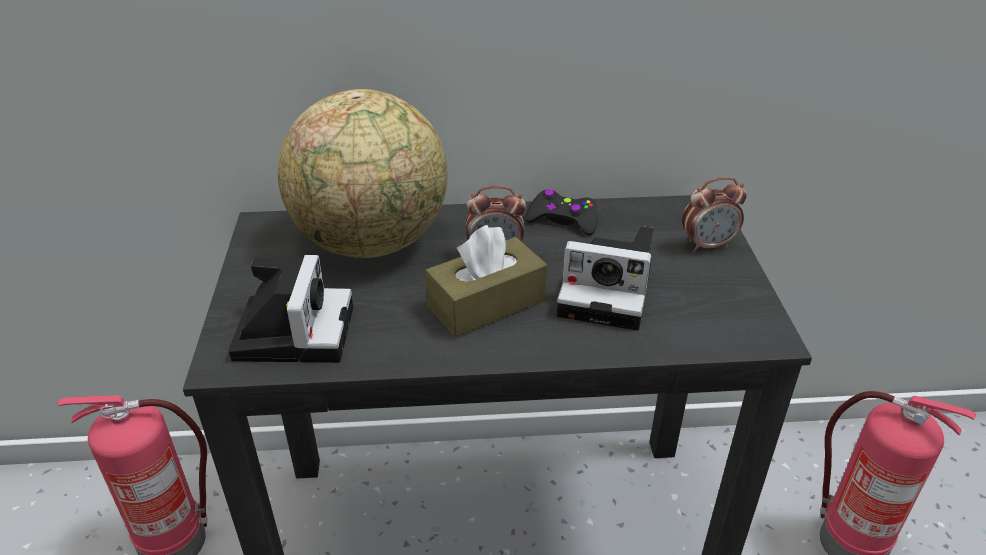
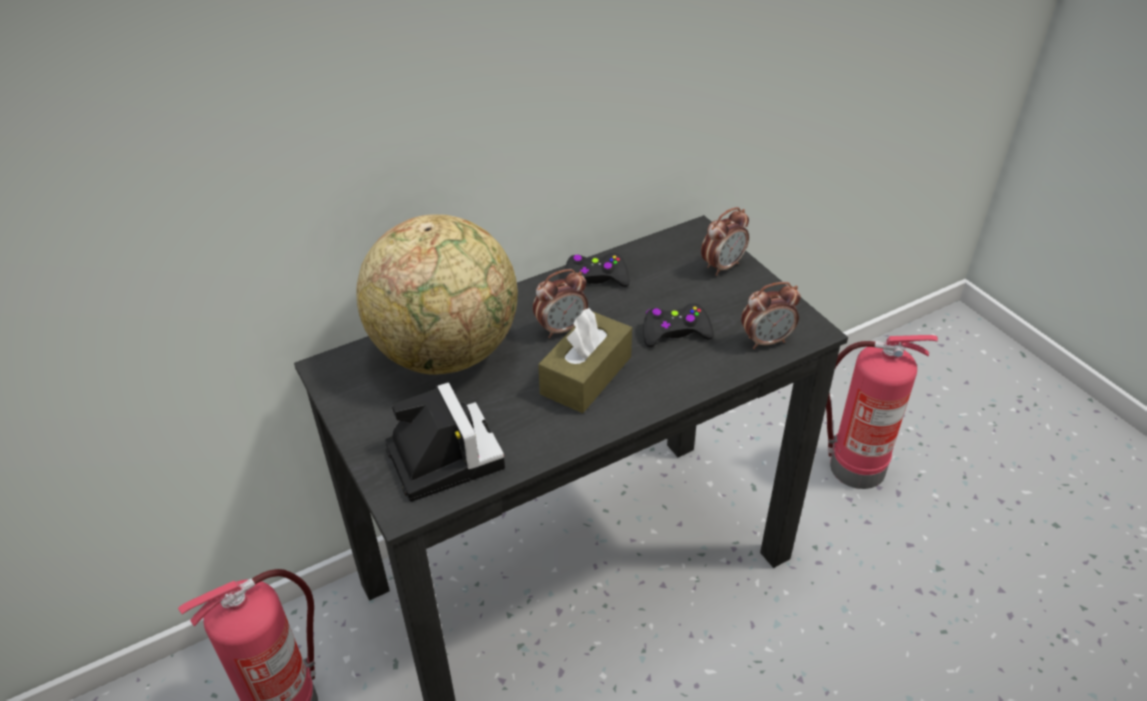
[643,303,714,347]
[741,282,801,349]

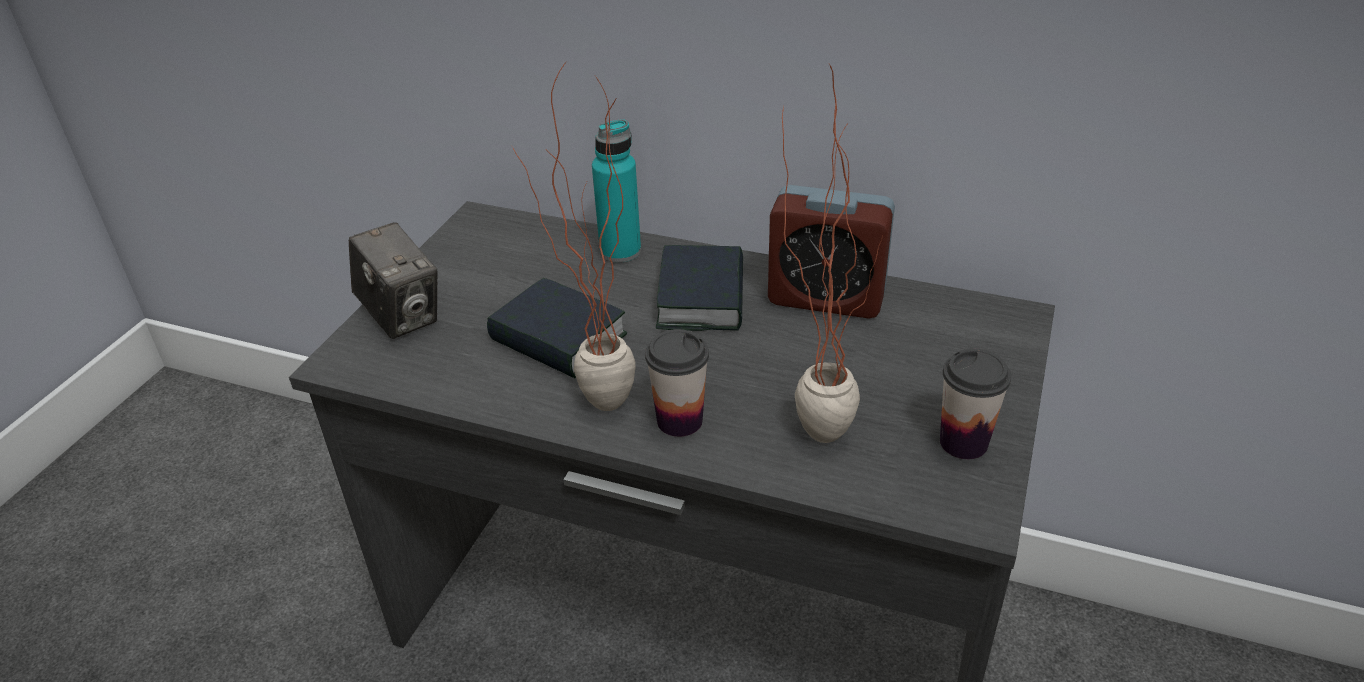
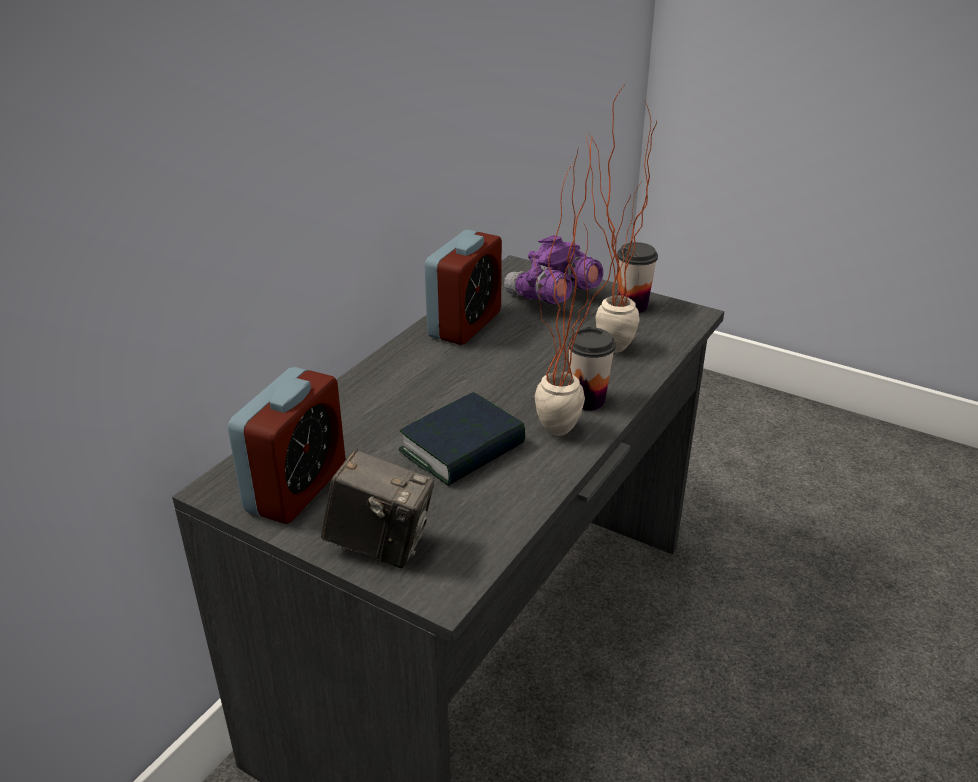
[321,449,434,568]
[592,119,641,263] (first image)
[656,245,743,331] (first image)
[228,367,345,524]
[504,235,603,304]

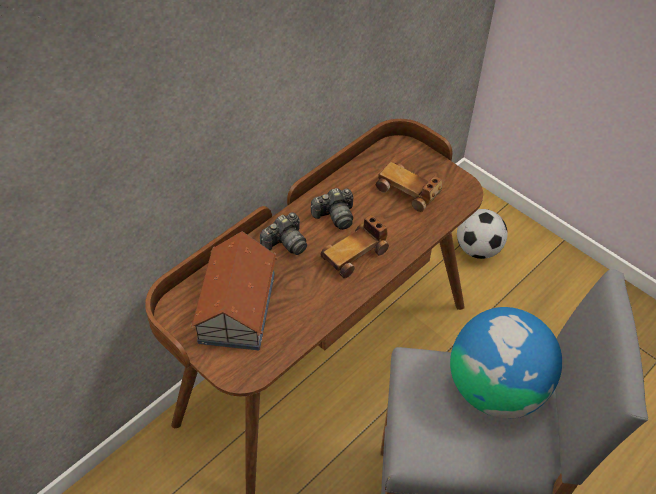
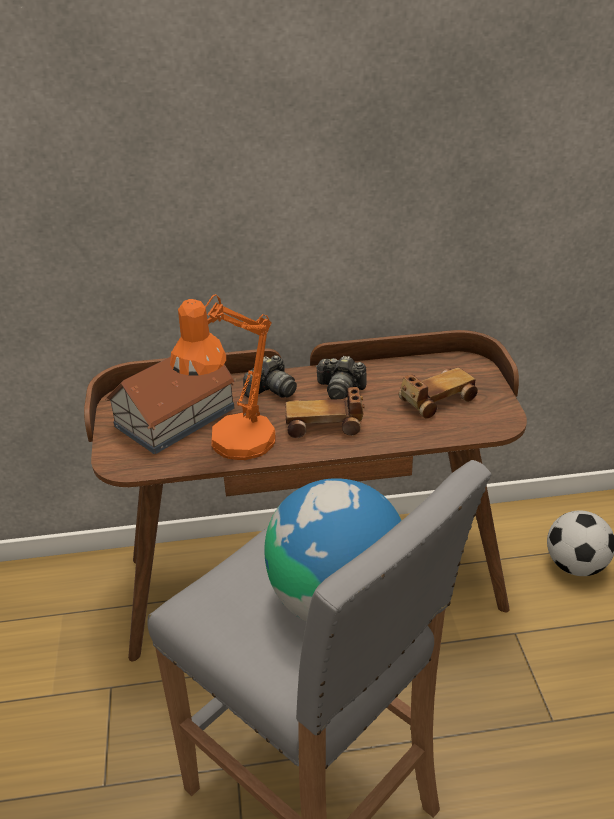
[243,355,297,398]
[399,368,478,419]
[170,294,276,460]

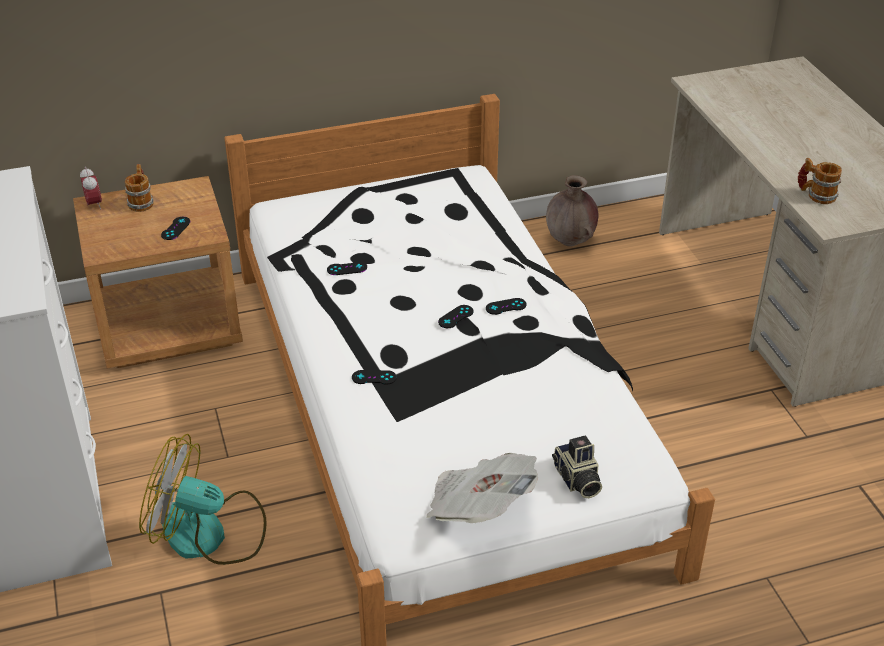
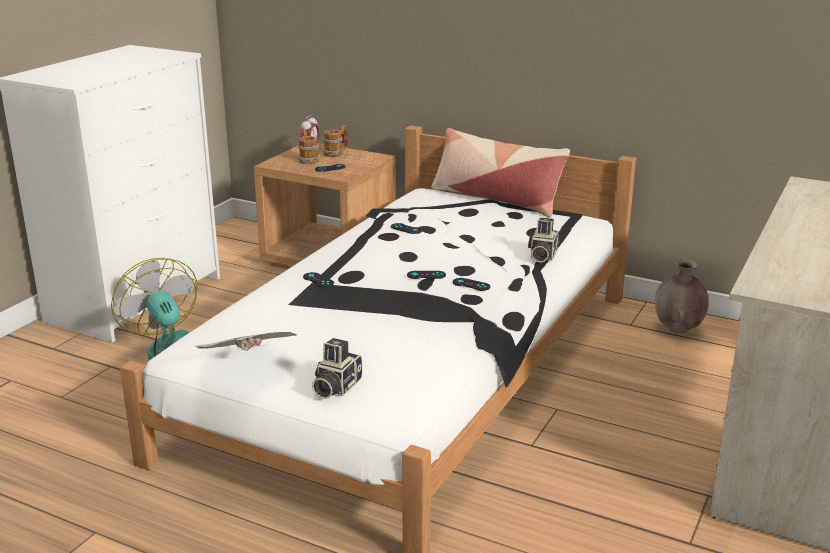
[298,130,319,164]
[431,128,570,218]
[528,218,559,262]

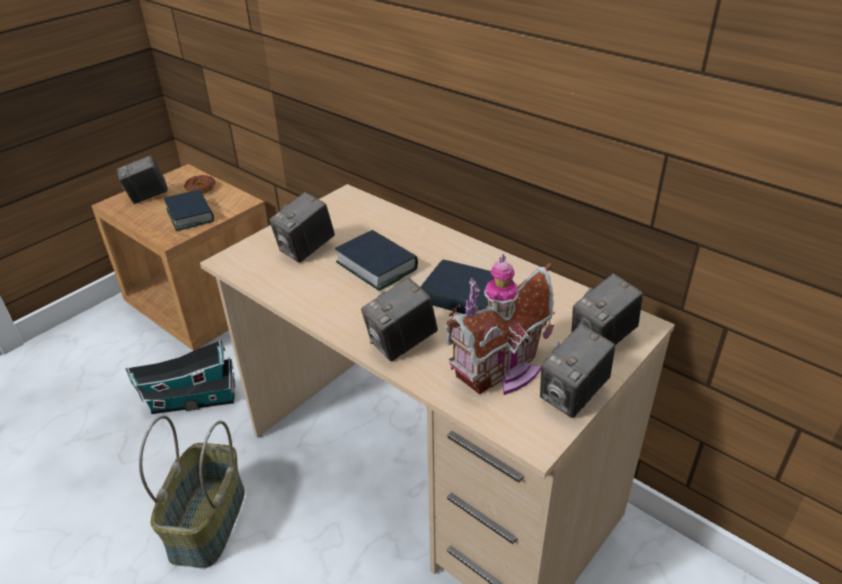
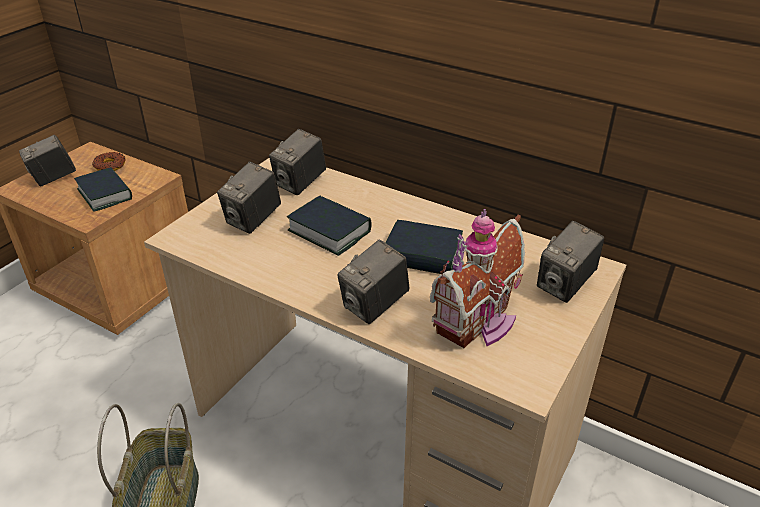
[125,340,236,414] (first image)
[269,129,326,195]

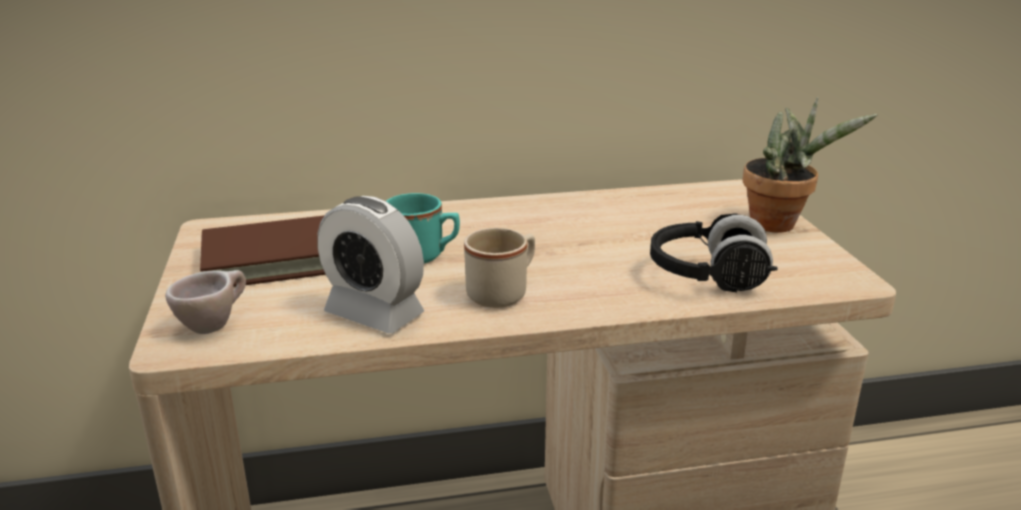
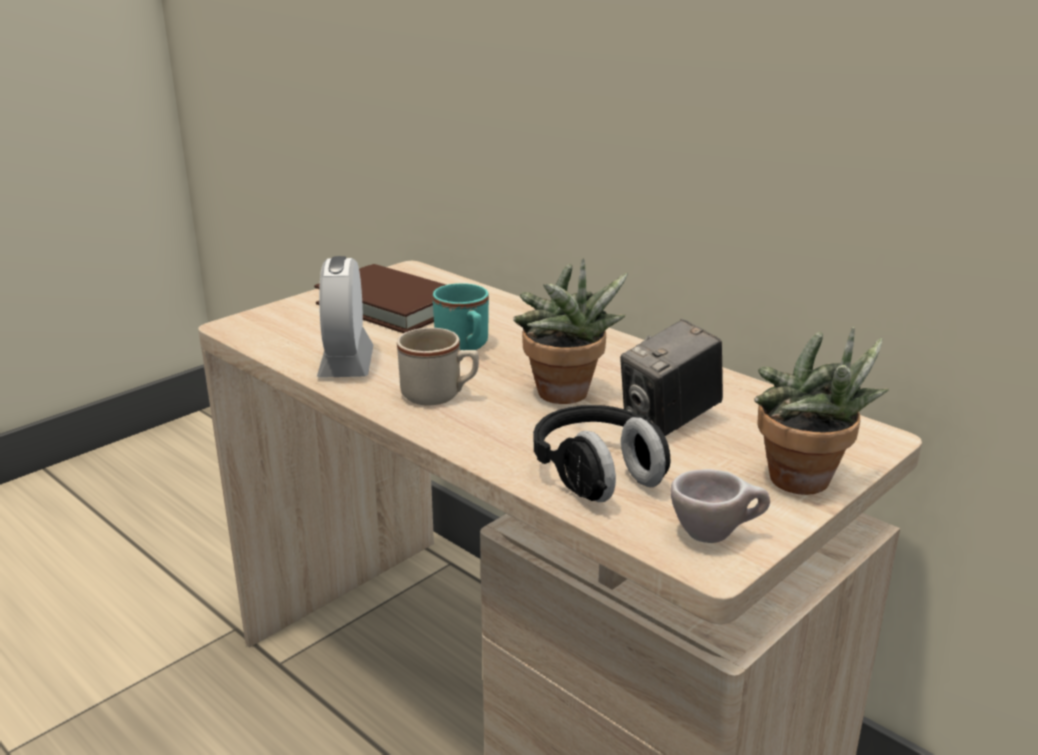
[671,469,770,543]
[513,258,628,404]
[620,319,723,436]

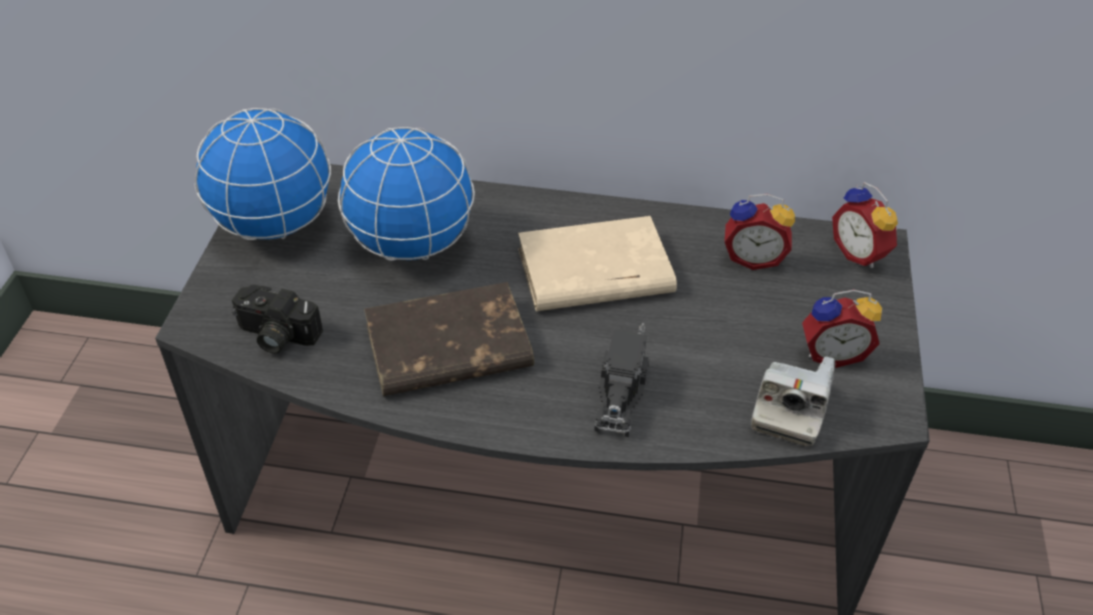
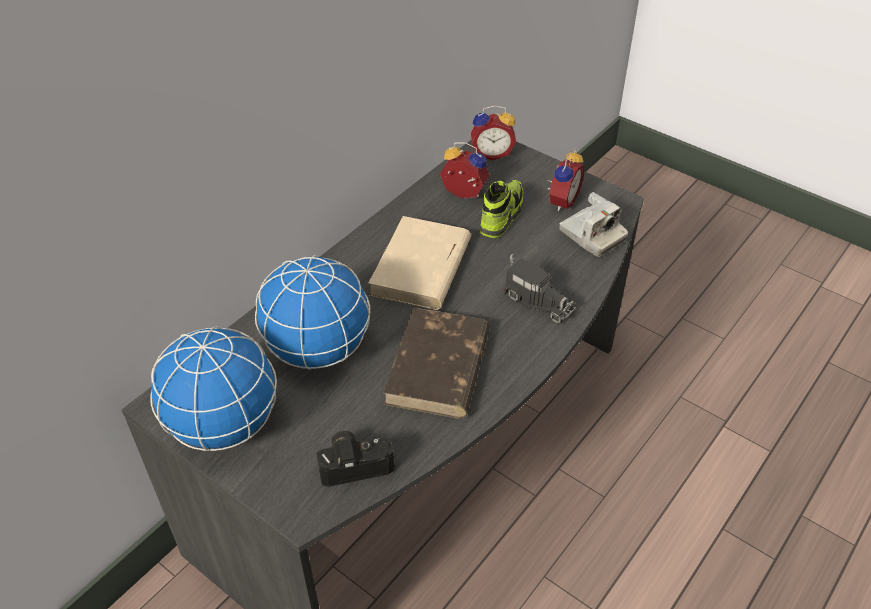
[317,431,395,487]
[440,143,490,198]
[480,180,524,238]

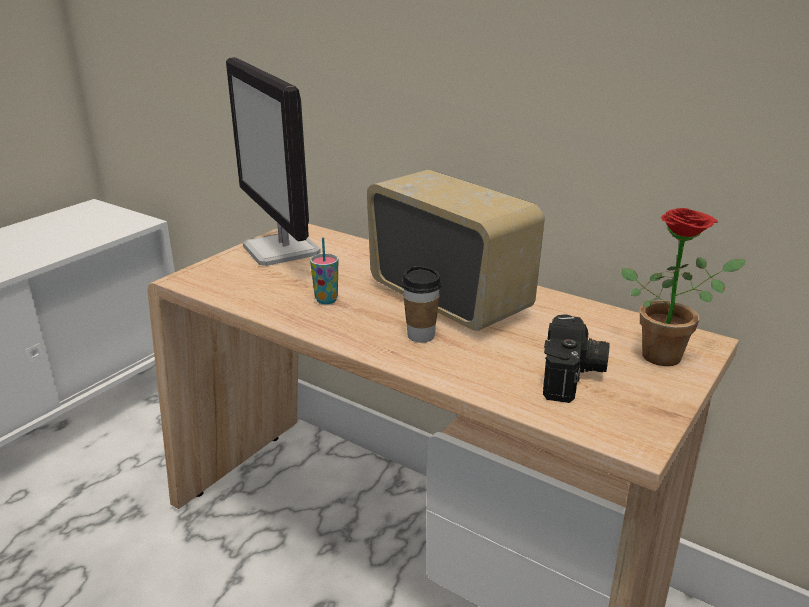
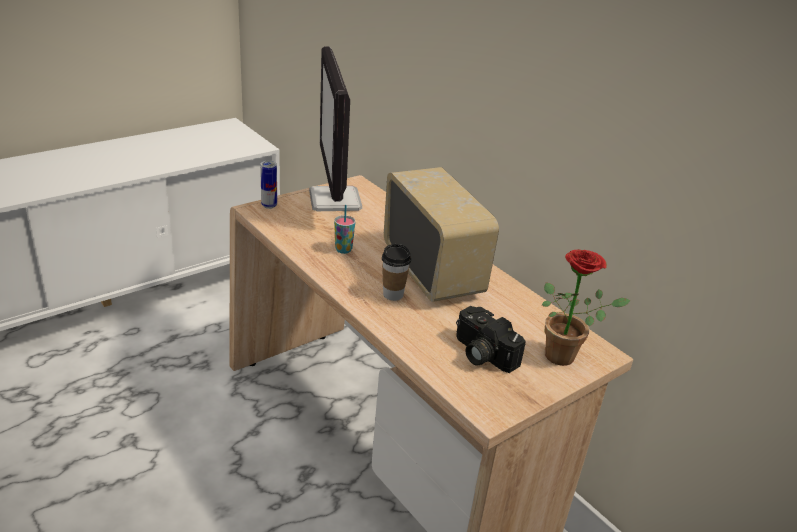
[456,306,526,373]
[260,161,277,209]

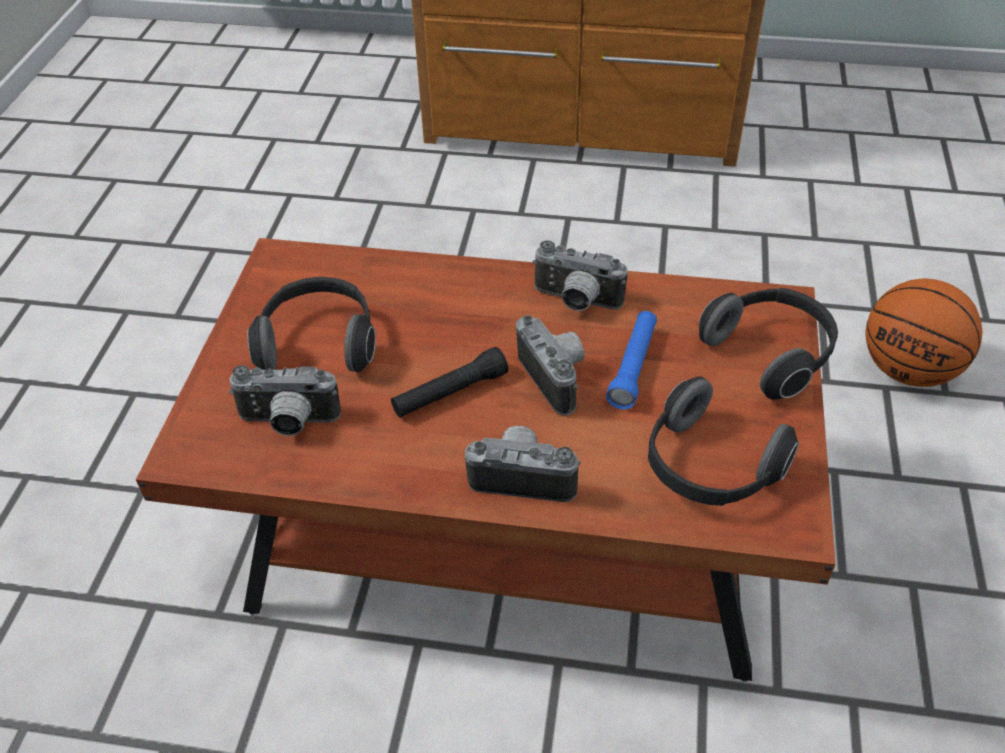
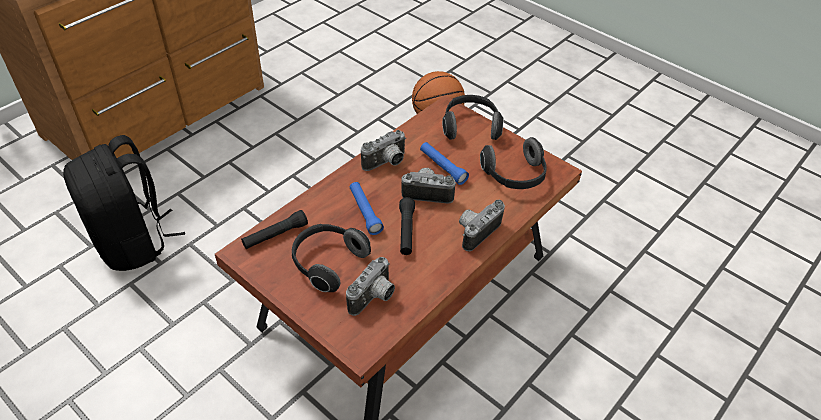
[63,135,185,271]
[241,210,308,249]
[350,182,384,235]

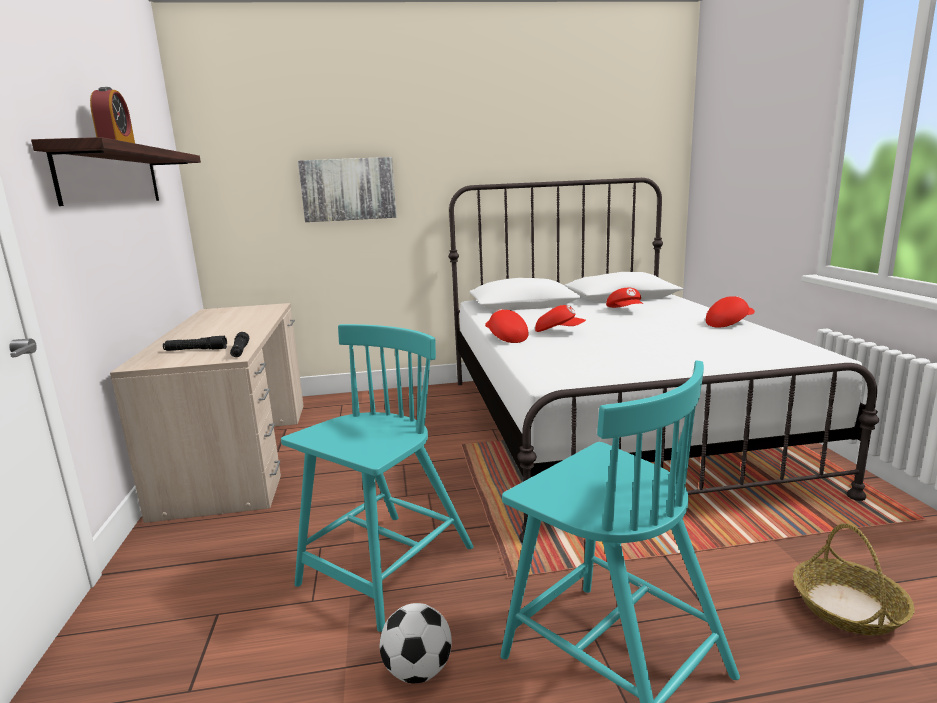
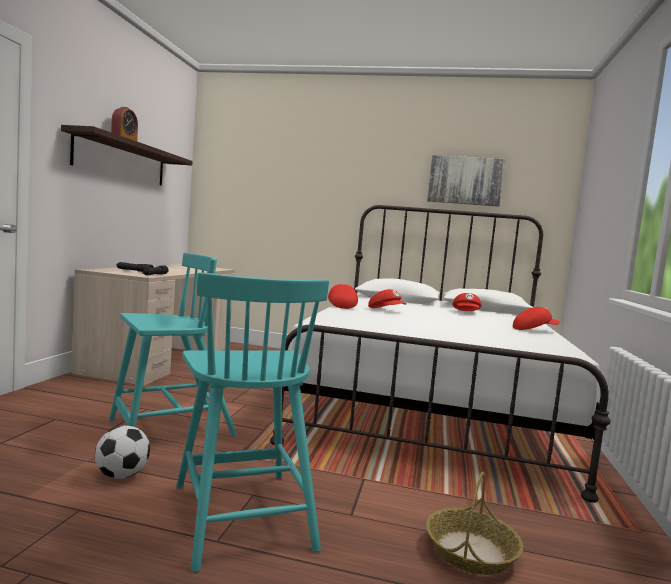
[427,155,506,207]

